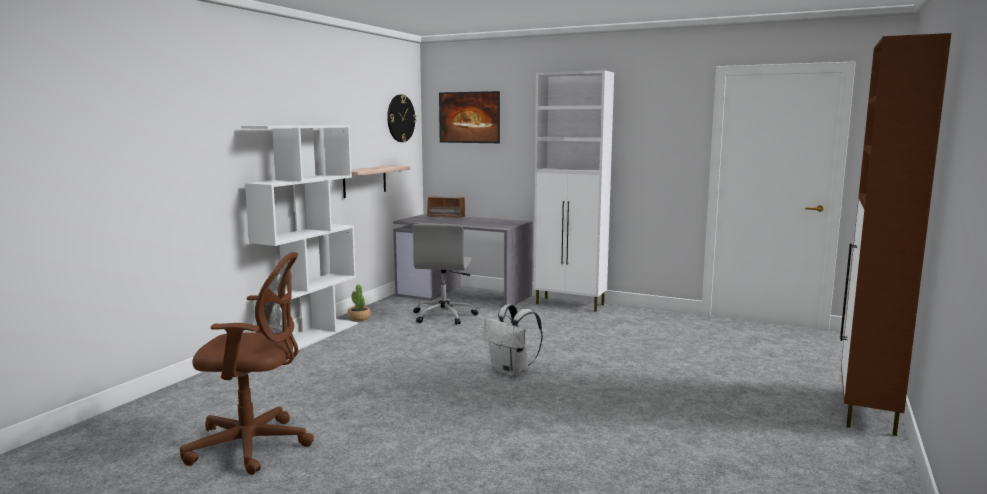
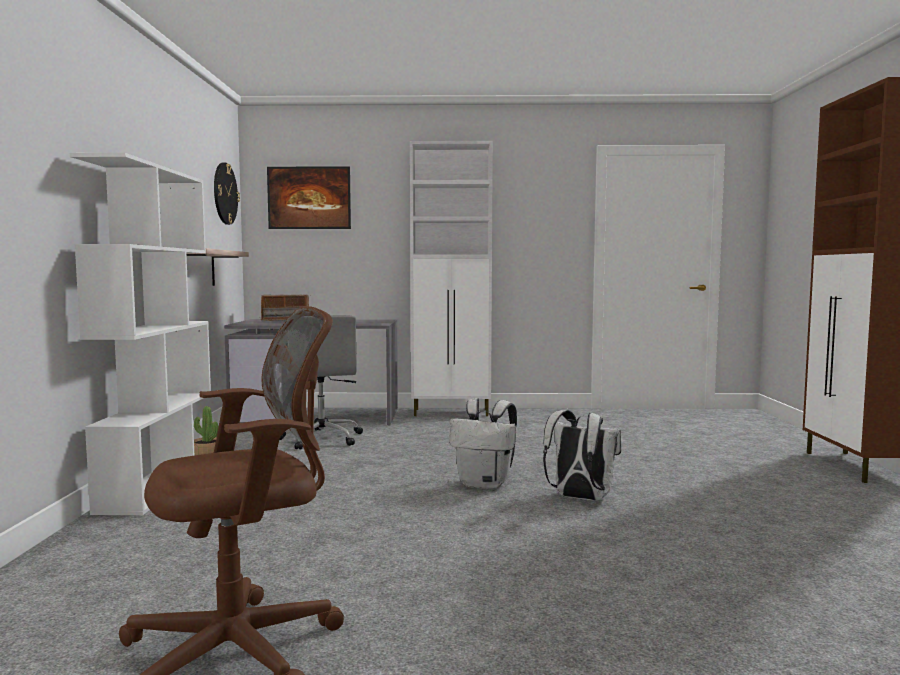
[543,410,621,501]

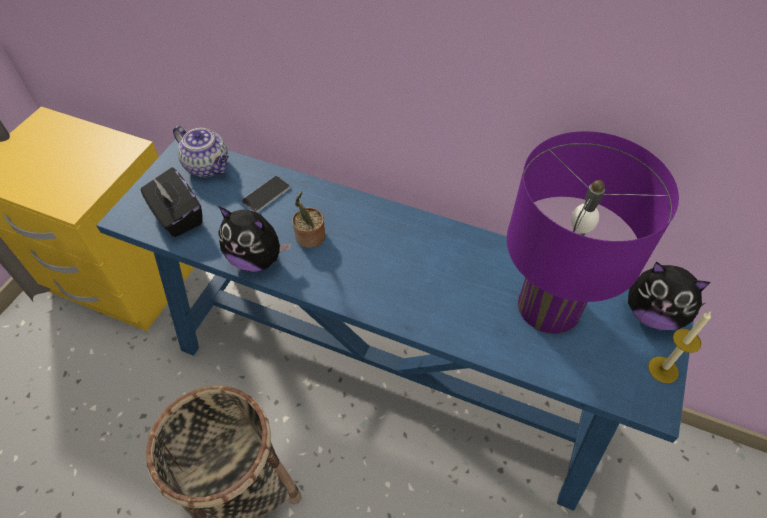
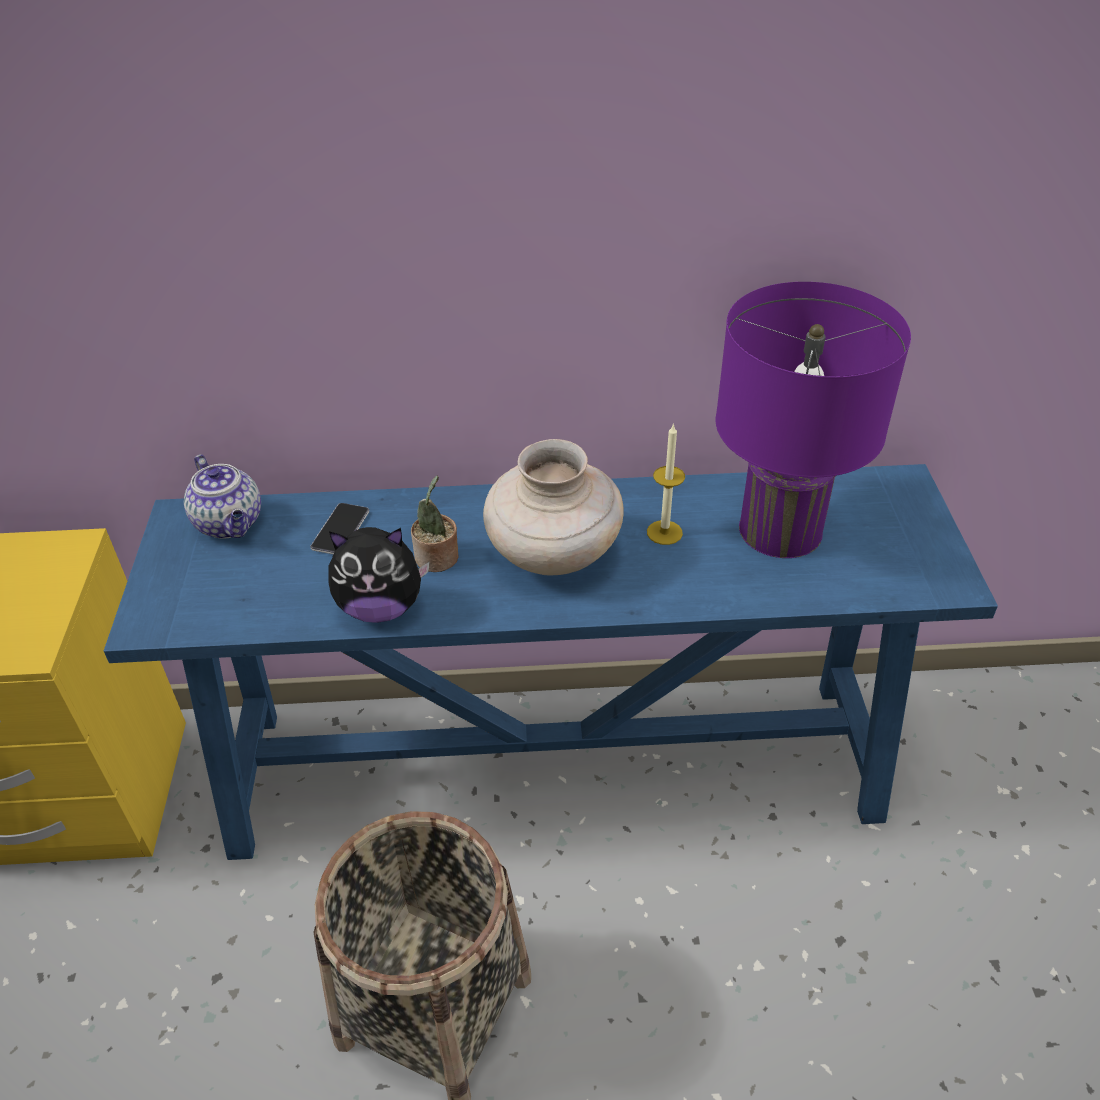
[141,167,203,237] (first image)
[184,454,261,538]
[628,261,711,330] (first image)
[647,423,685,545]
[483,439,624,575]

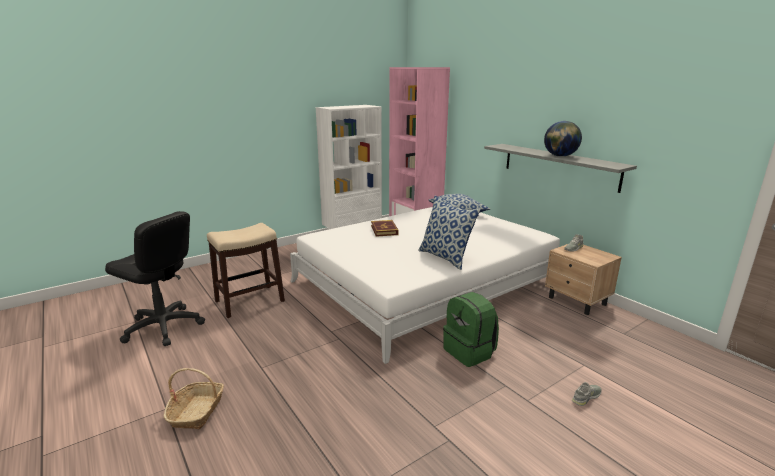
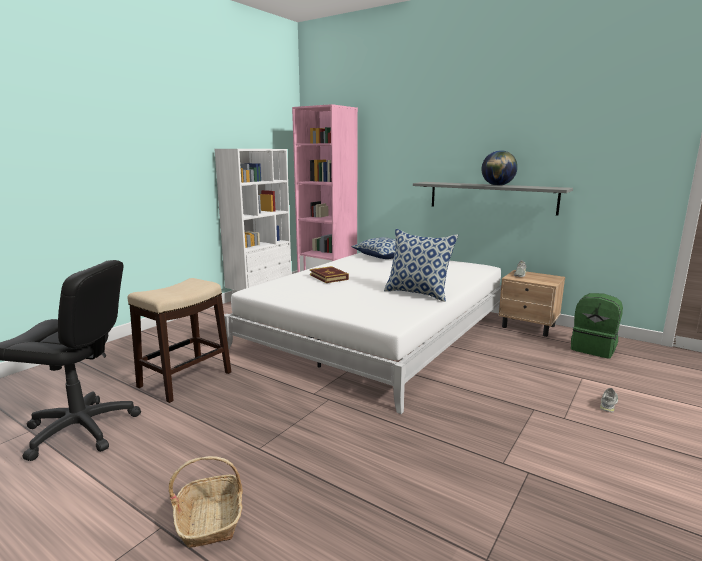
[571,293,623,359]

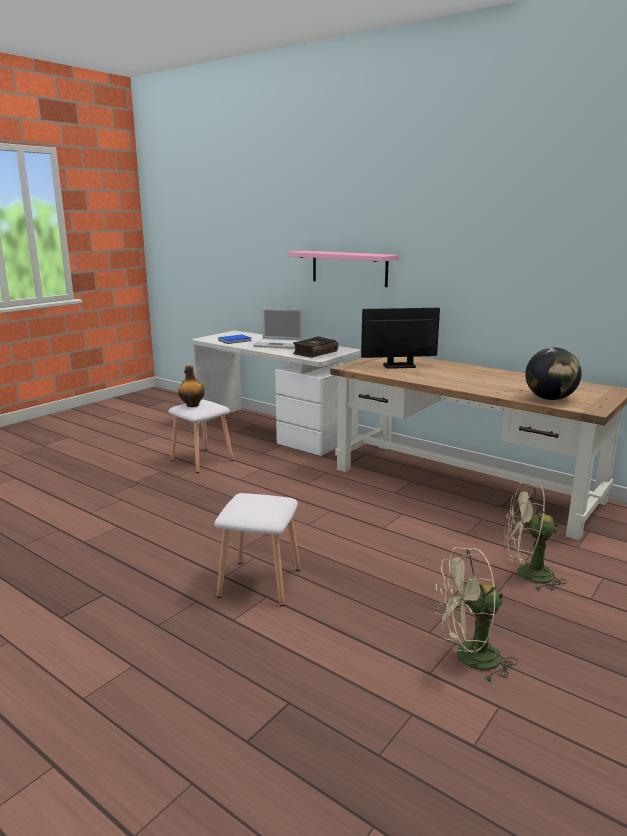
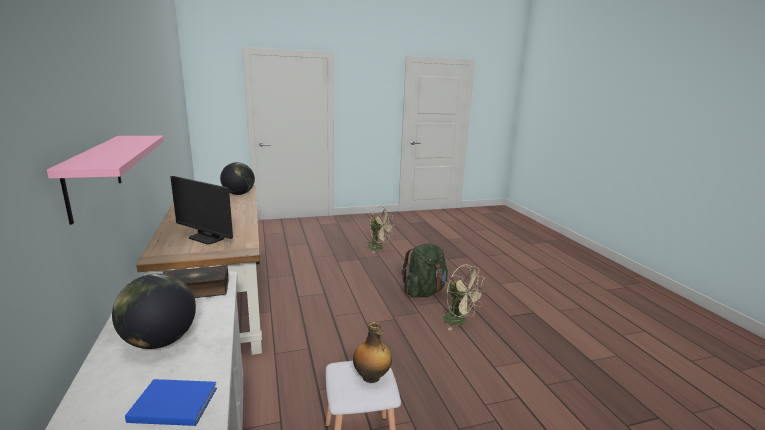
[401,243,448,297]
[112,273,196,349]
[443,264,486,331]

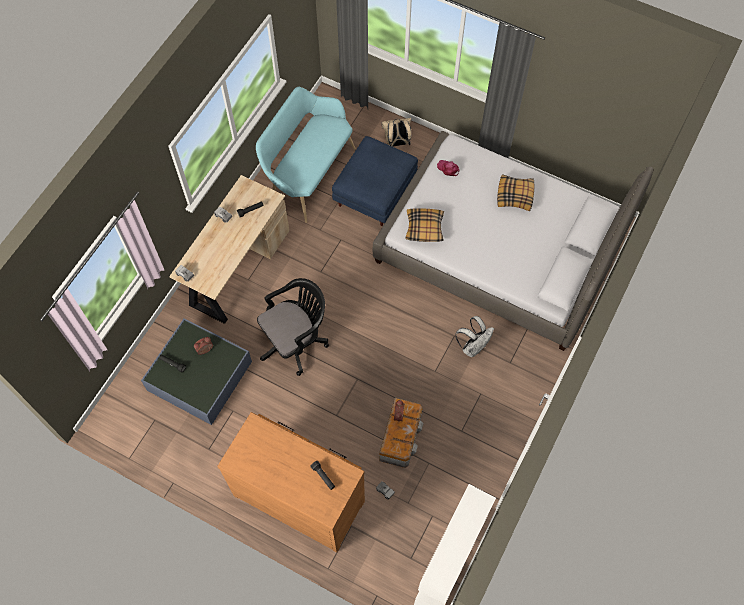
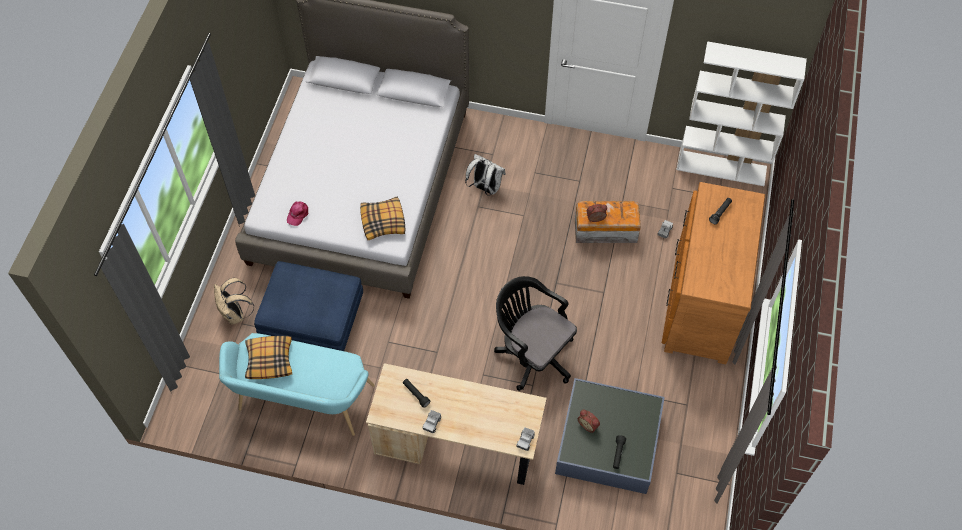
[245,336,292,379]

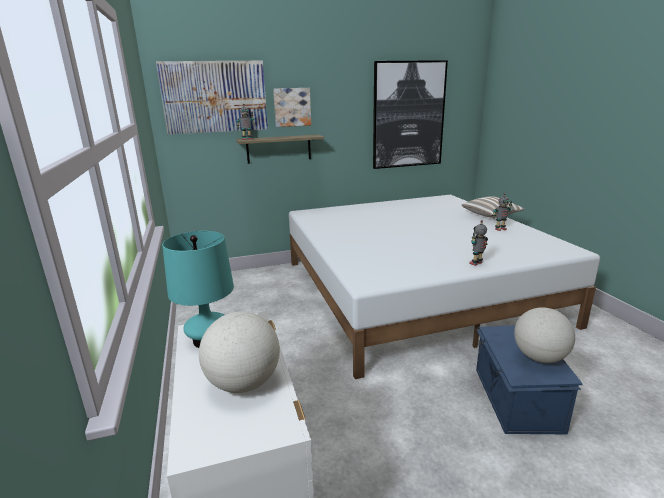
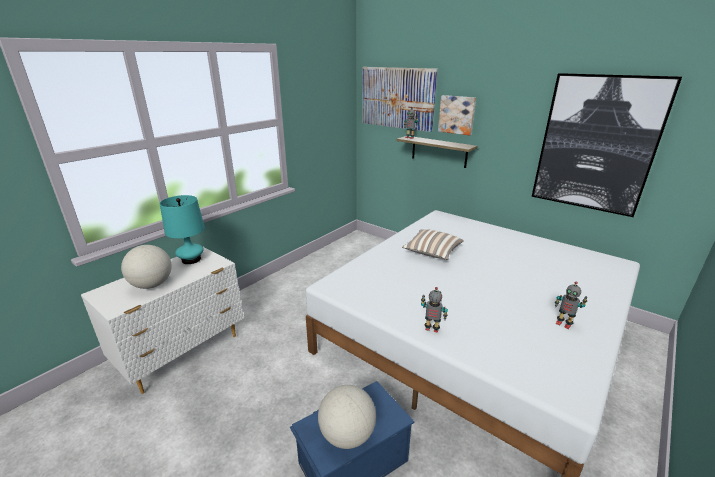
[402,229,464,260]

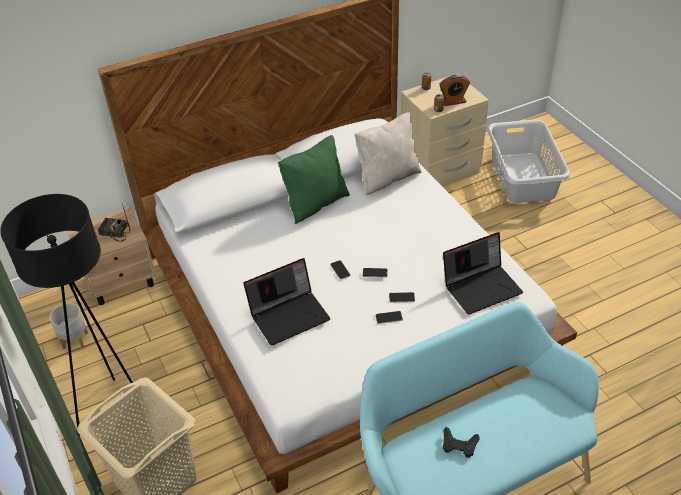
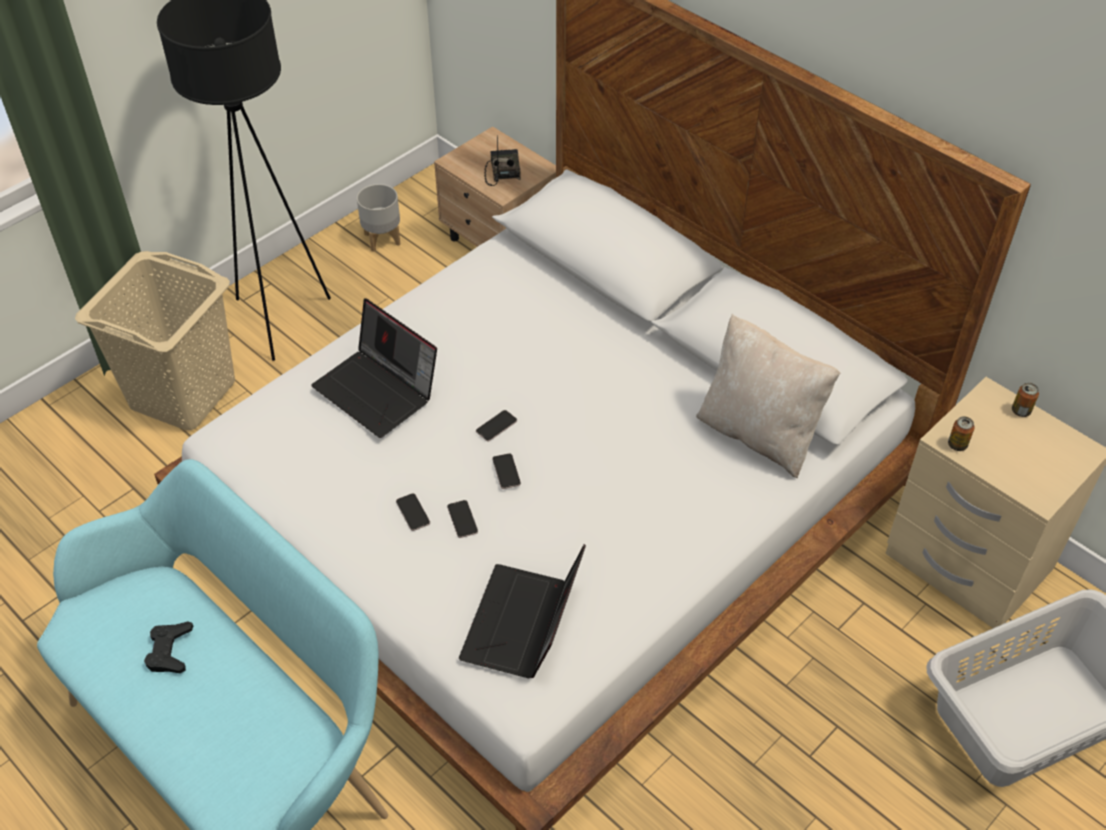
[278,135,350,224] (first image)
[440,75,470,106] (first image)
[459,544,586,678]

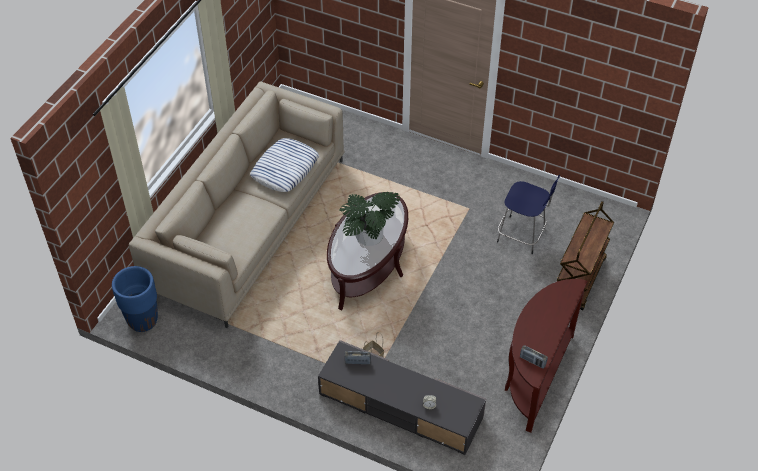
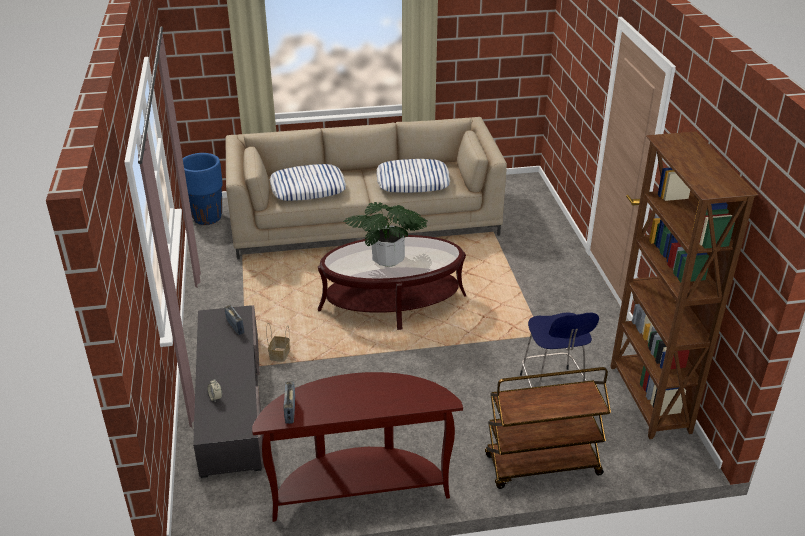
[270,164,346,201]
[610,131,758,439]

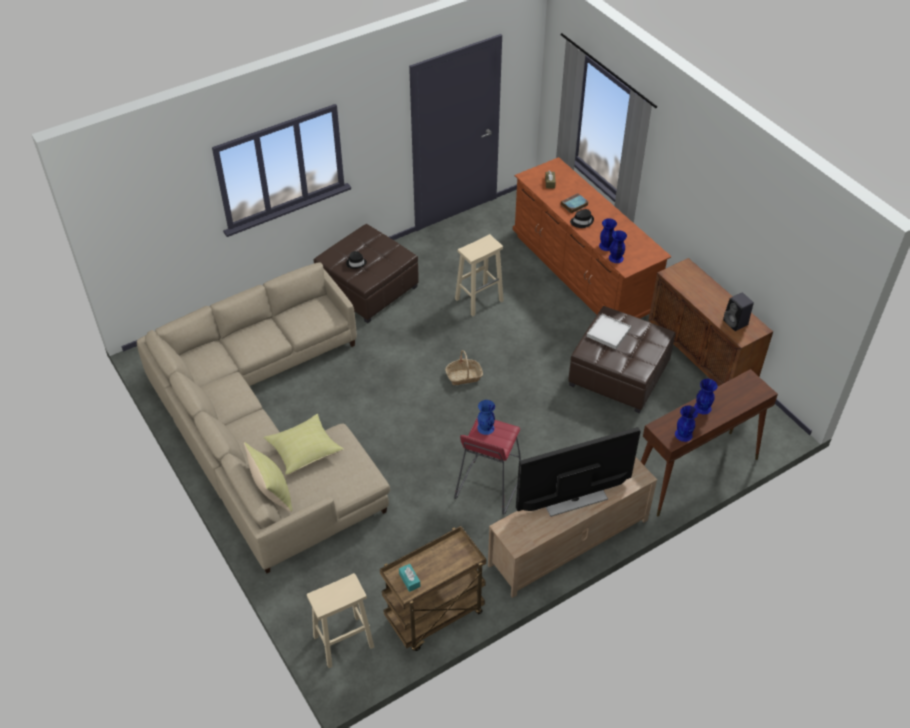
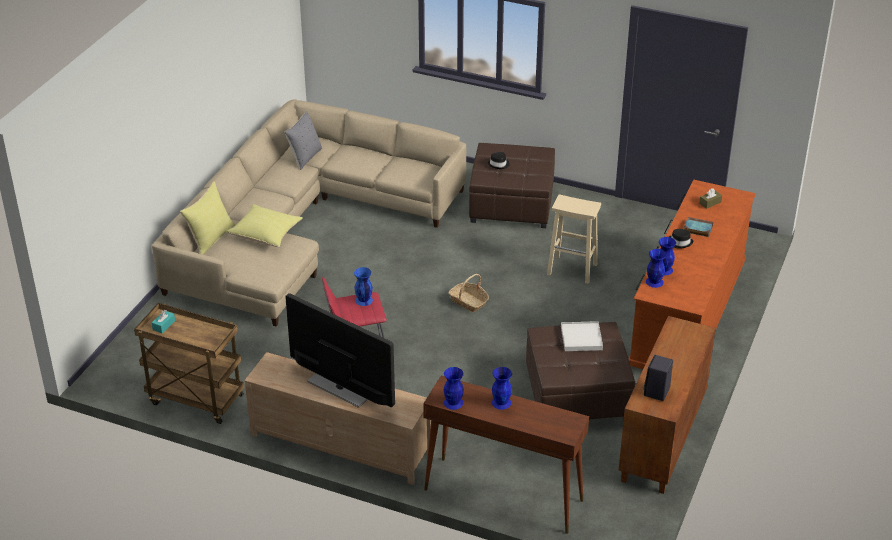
[307,573,374,668] (first image)
[285,111,322,170]

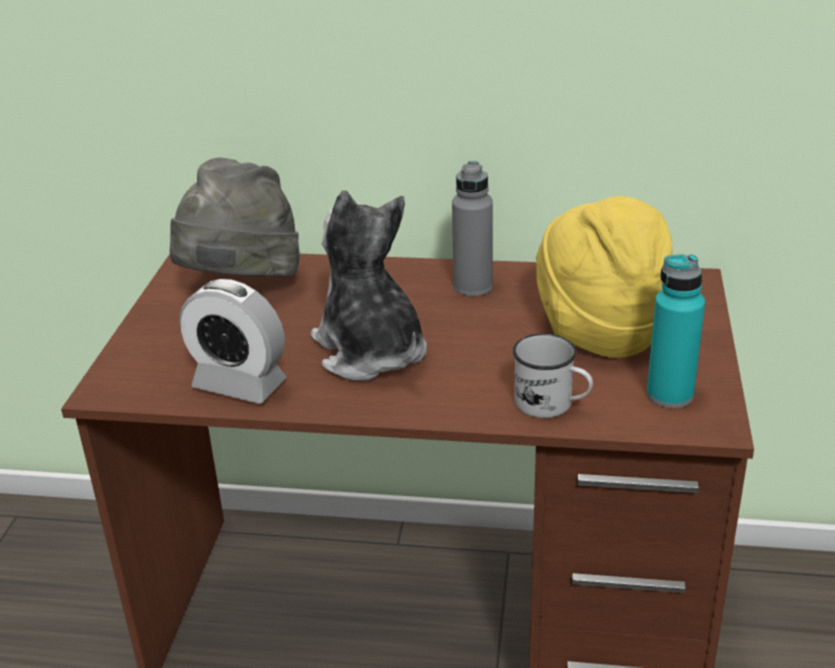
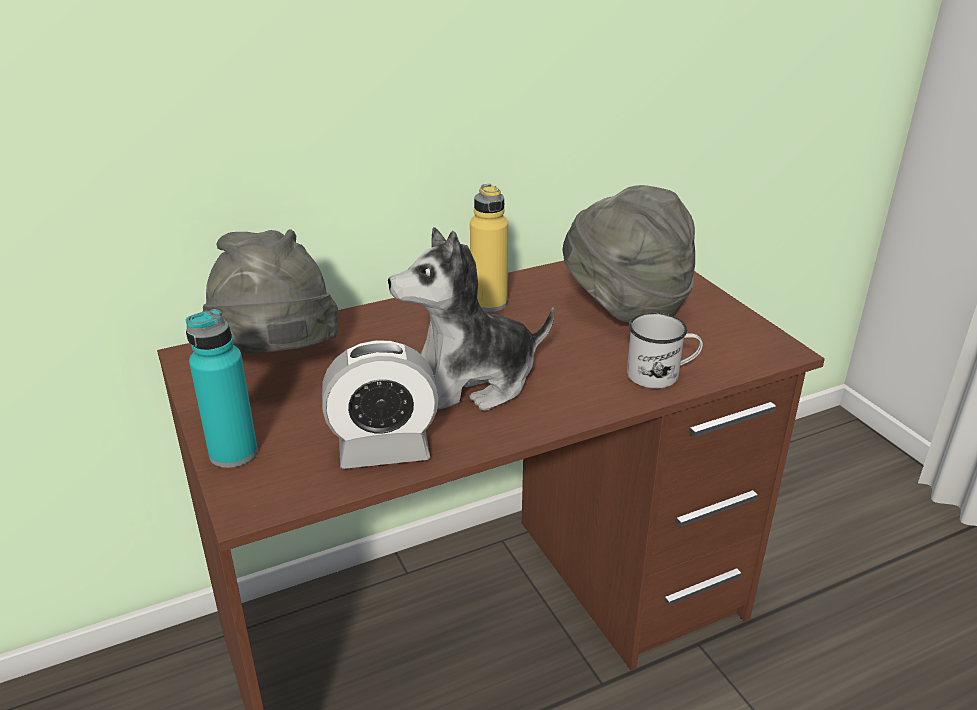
[388,227,555,411]
[470,184,508,312]
[563,185,695,322]
[186,309,258,468]

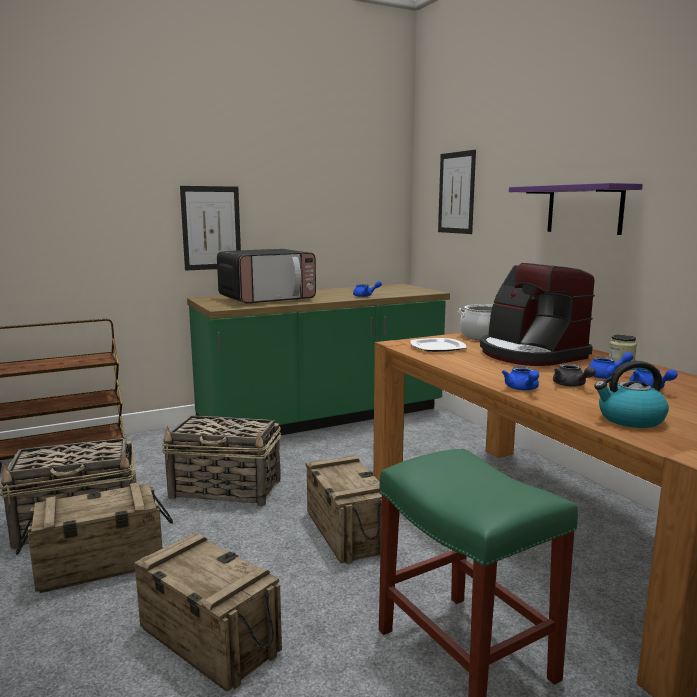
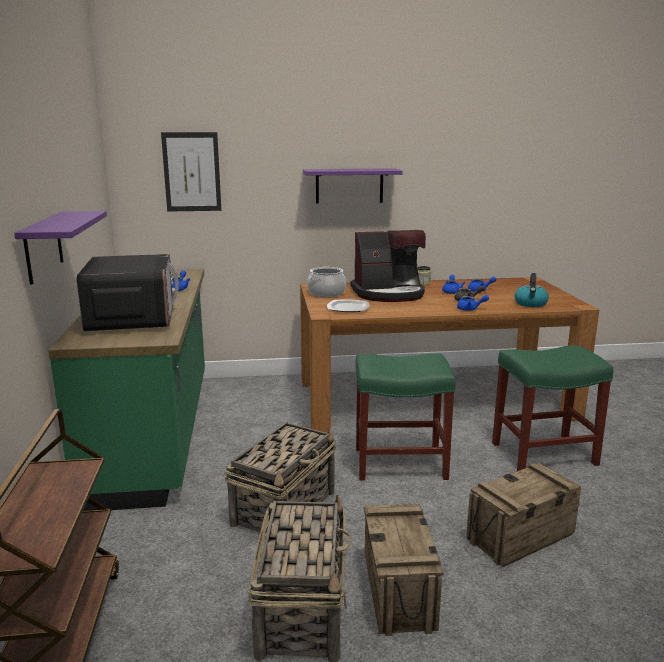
[14,211,107,285]
[356,353,456,481]

